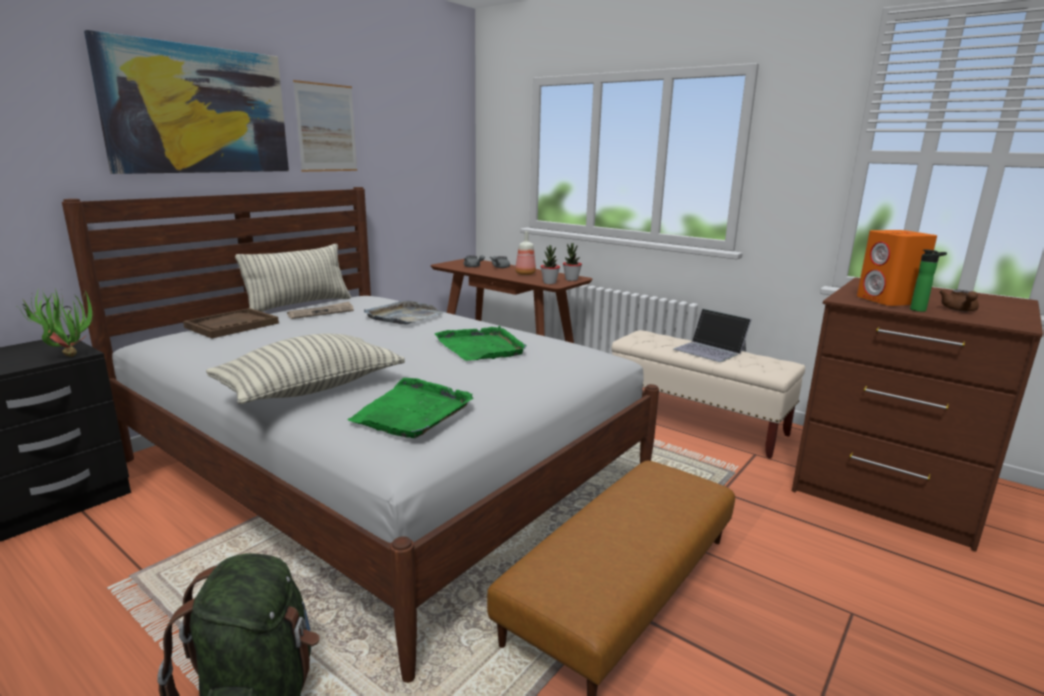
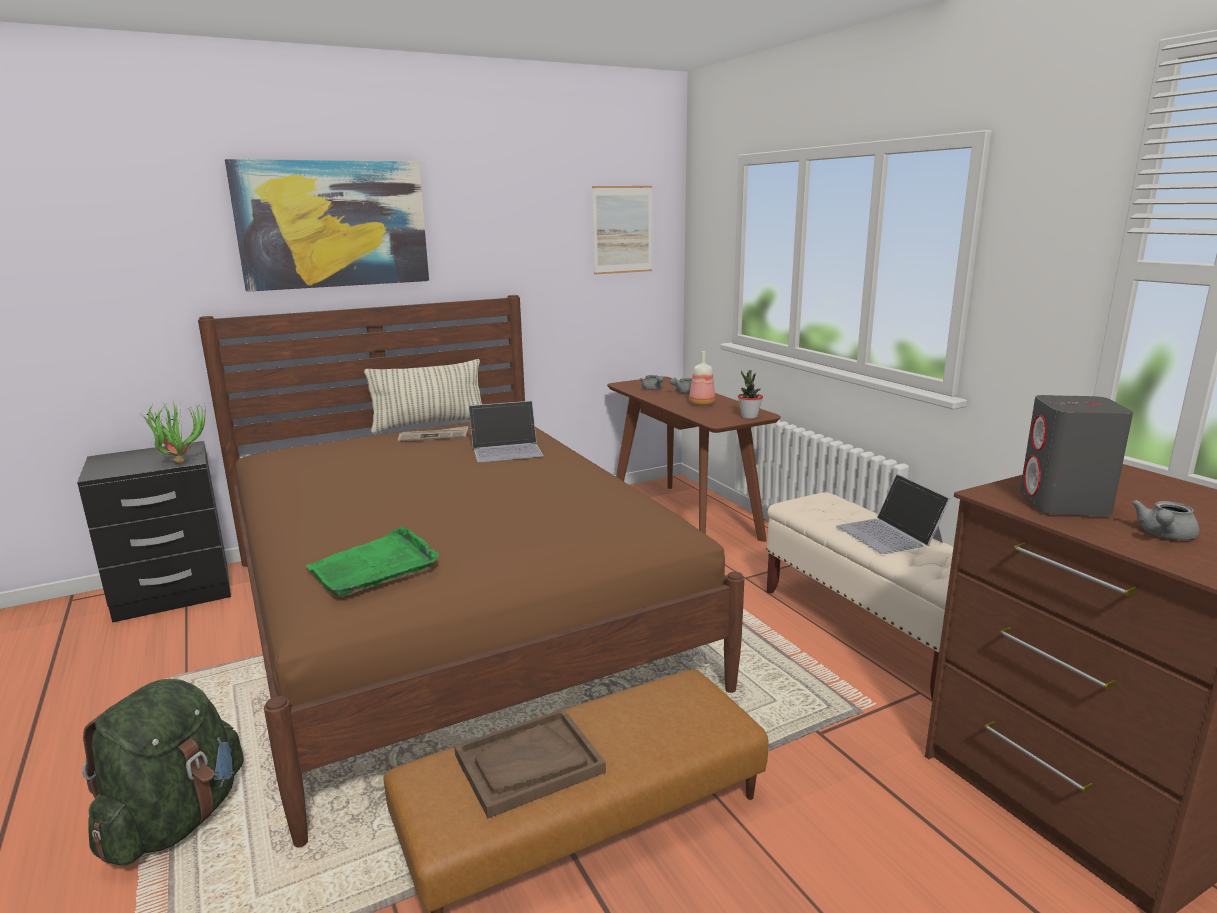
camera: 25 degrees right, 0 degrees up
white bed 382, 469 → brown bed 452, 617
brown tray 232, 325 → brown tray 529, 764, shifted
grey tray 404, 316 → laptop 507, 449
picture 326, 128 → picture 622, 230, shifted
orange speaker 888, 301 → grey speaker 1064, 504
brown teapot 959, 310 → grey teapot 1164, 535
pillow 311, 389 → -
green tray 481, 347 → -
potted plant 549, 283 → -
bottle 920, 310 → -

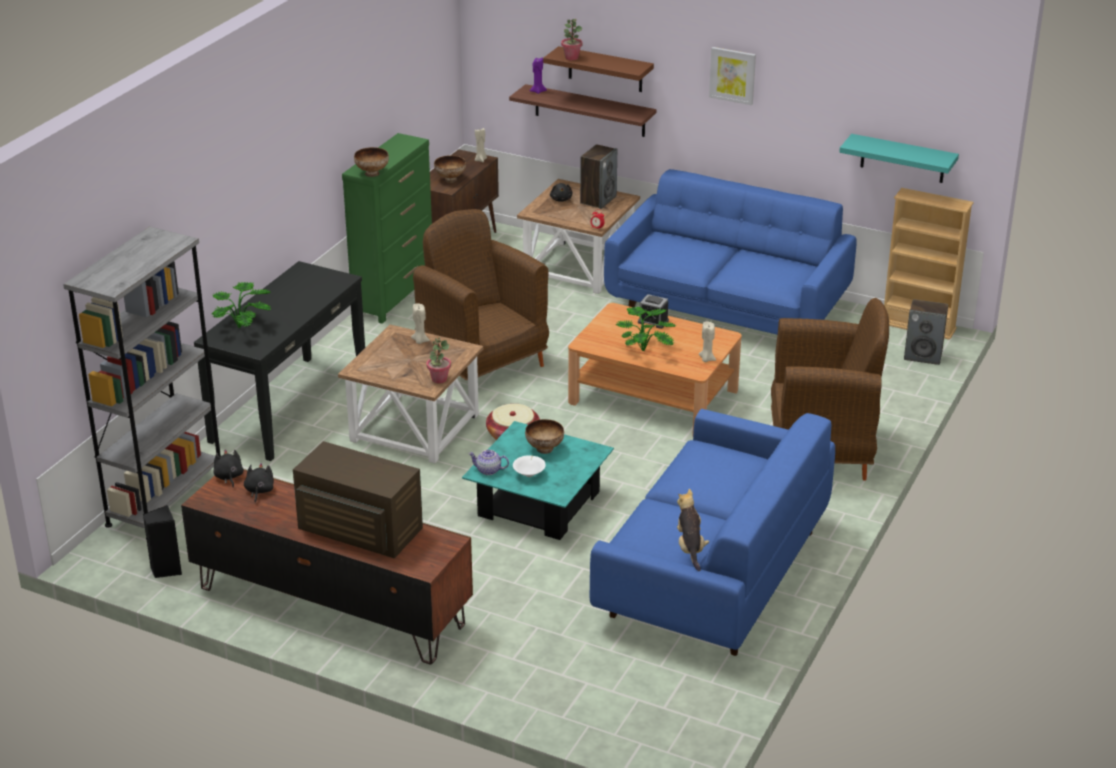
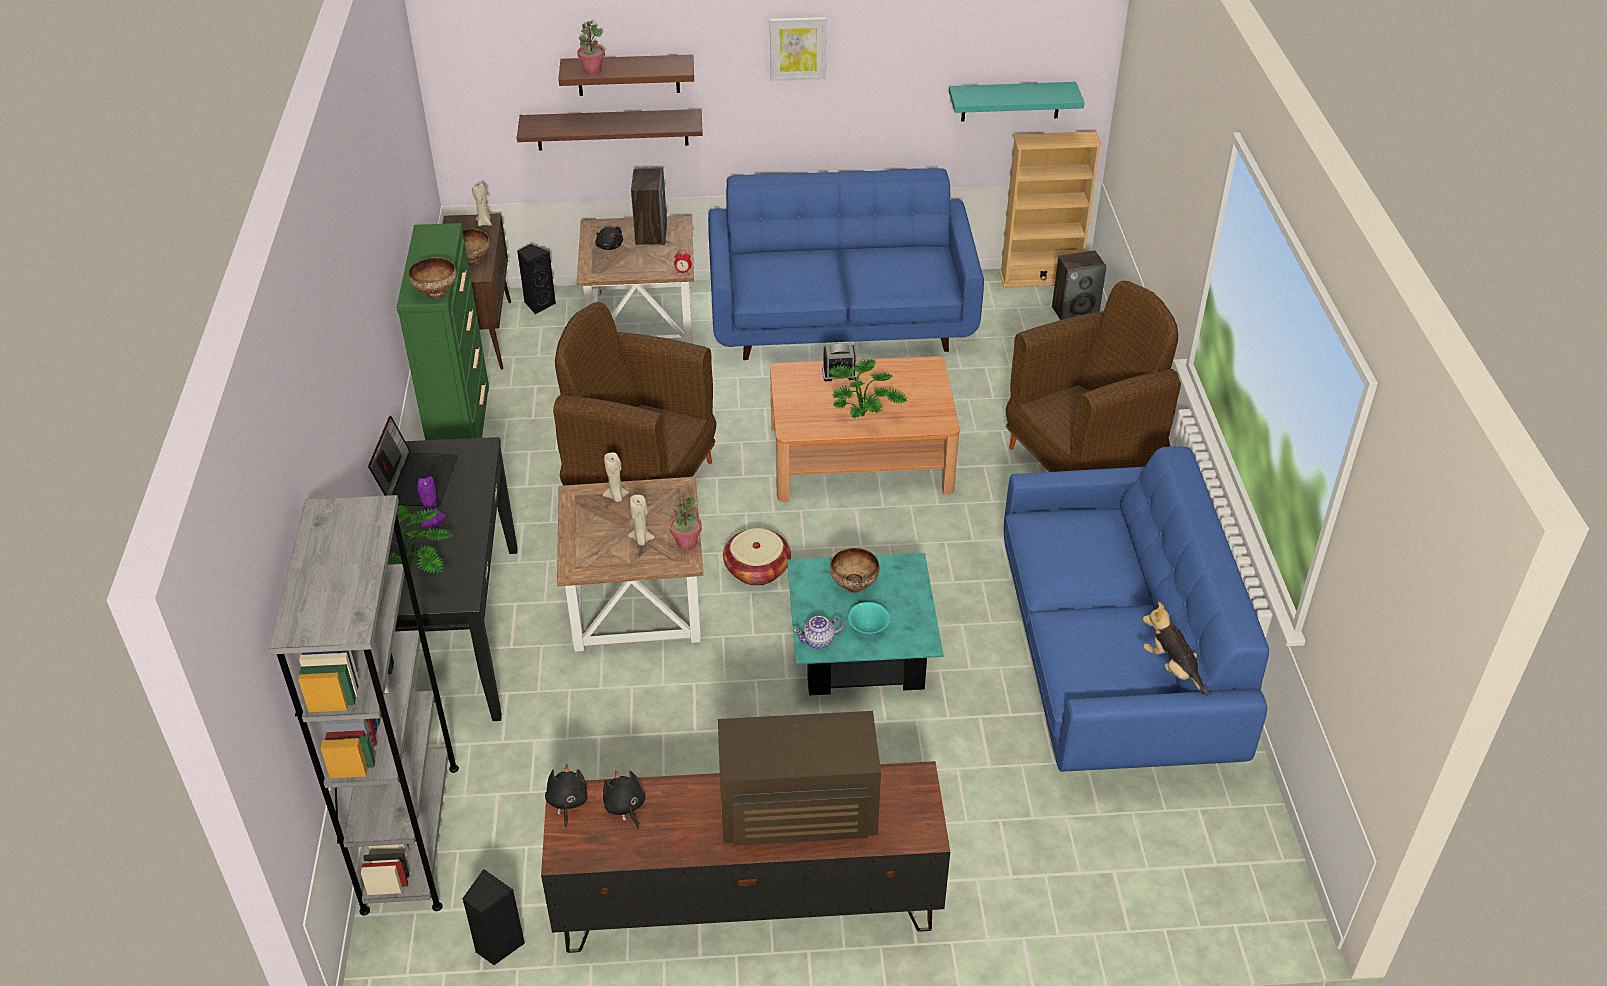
camera: 30 degrees left, 10 degrees up
- → laptop 418, 479
purple candle 537, 91 → purple candle 433, 522, shifted
- → black speaker 539, 304
black plush toy 229, 477 → black plush toy 567, 802, 45 degrees clockwise
beige candle 706, 359 → beige candle 641, 539, shifted
white bowl 529, 474 → turquoise bowl 868, 627

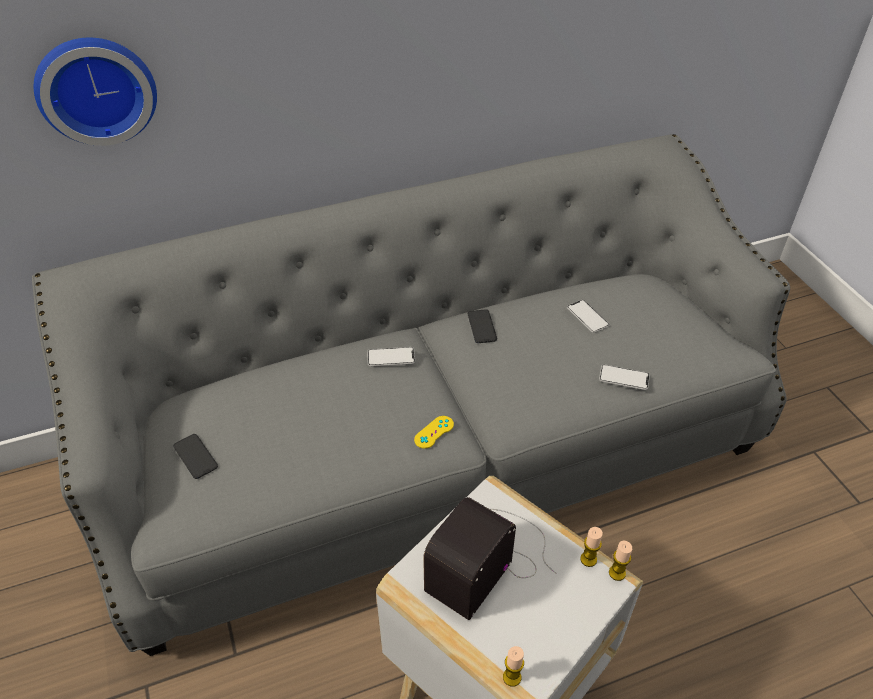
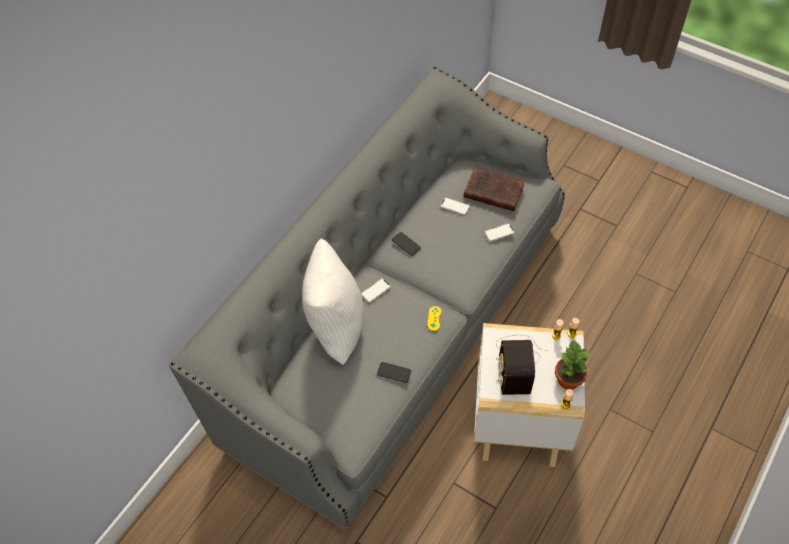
camera: 35 degrees left, 10 degrees up
- → white pillow 334, 328
phone 195, 456 → phone 394, 372, shifted
- → brown book 492, 191
- → potted plant 568, 379
wall clock 96, 88 → -

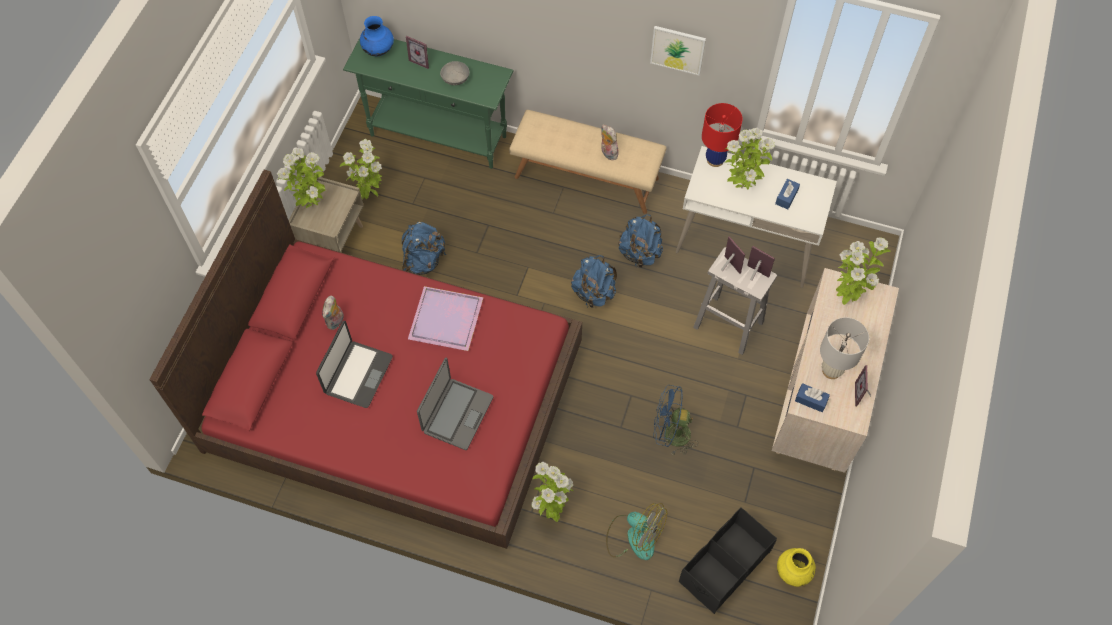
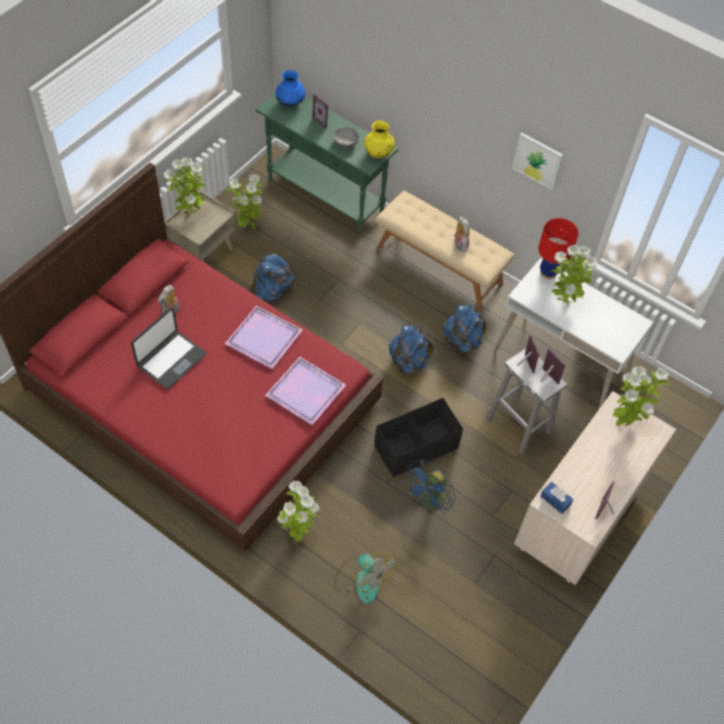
camera: 15 degrees right, 5 degrees down
- → purple tray 305, 390
yellow vase 793, 572 → yellow vase 378, 154, shifted
black storage box 723, 567 → black storage box 415, 447, shifted
blue fan 670, 434 → blue fan 429, 502, 75 degrees counterclockwise
laptop 457, 414 → -
blue tissue box 786, 197 → -
white table lamp 831, 370 → -

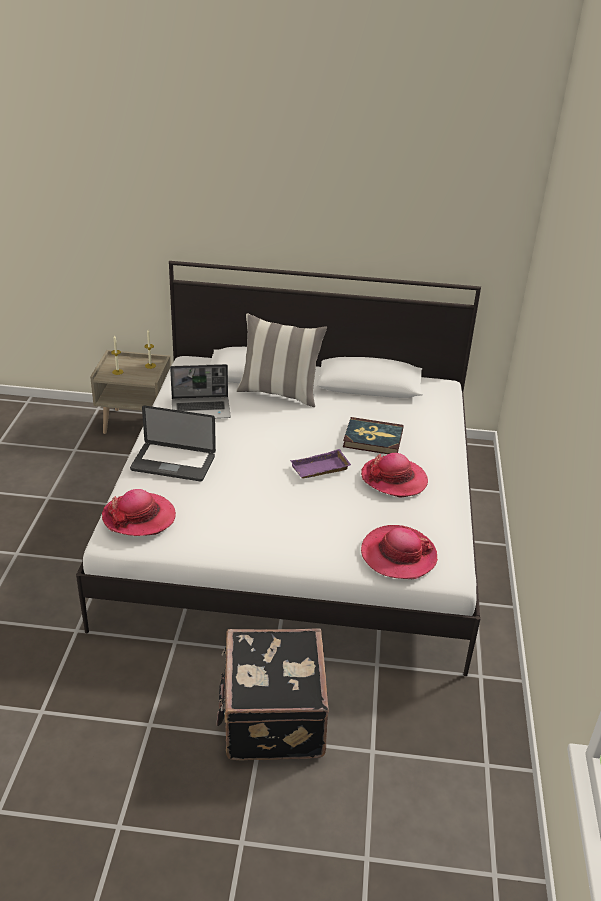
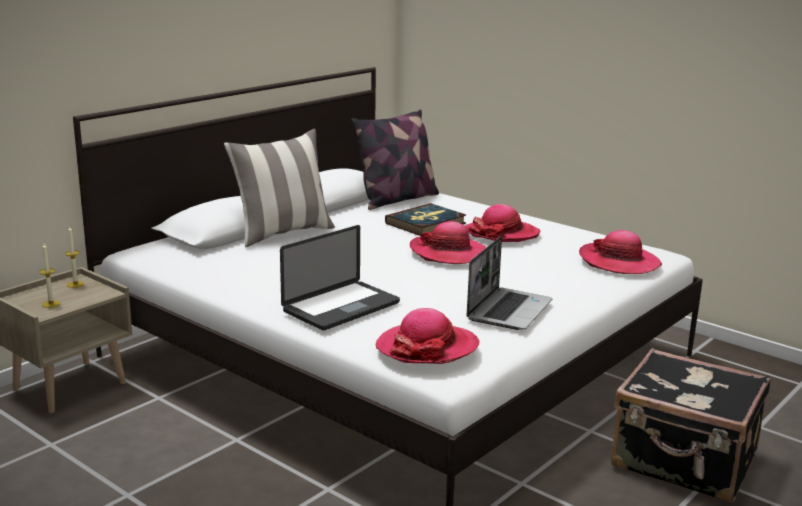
camera: 55 degrees left, 15 degrees down
- → pillow 397, 199
purple tray 320, 469 → hat 448, 253
laptop 201, 409 → laptop 508, 310, shifted

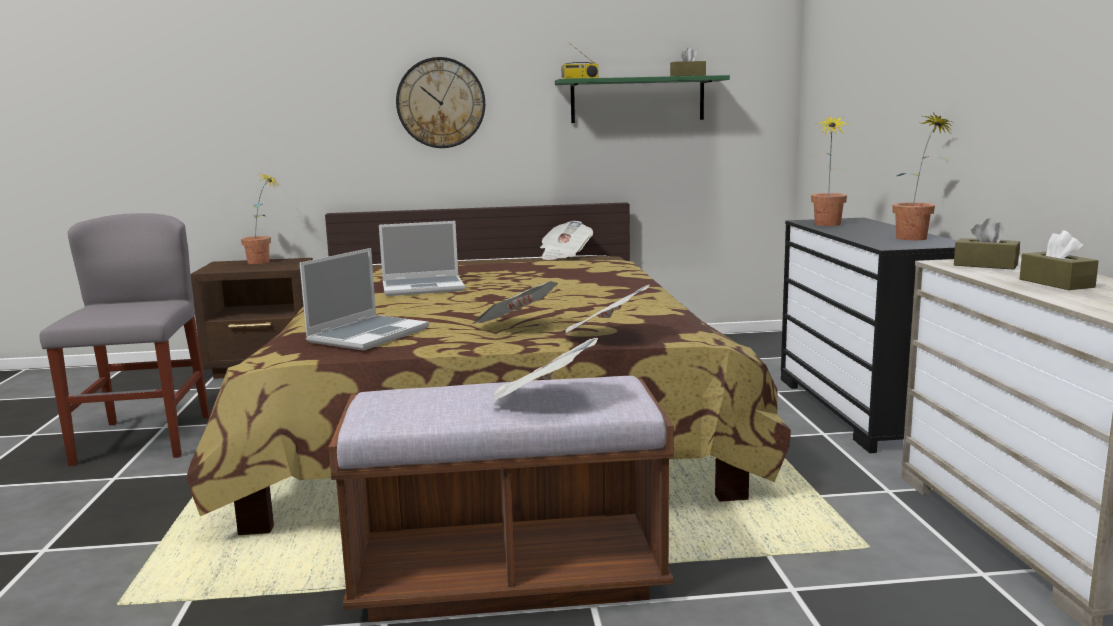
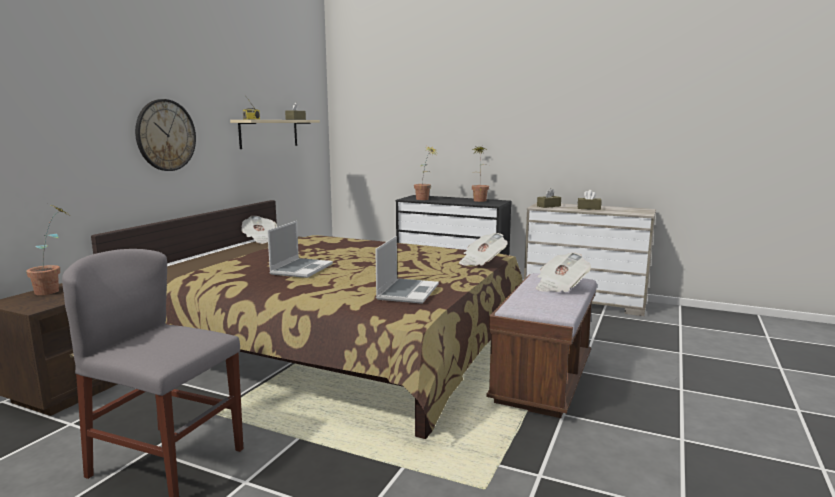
camera: 60 degrees left, 0 degrees up
green shelf 637, 100 → beige shelf 269, 133
laptop 368, 335 → laptop 407, 292, 45 degrees clockwise
newspaper 515, 326 → -

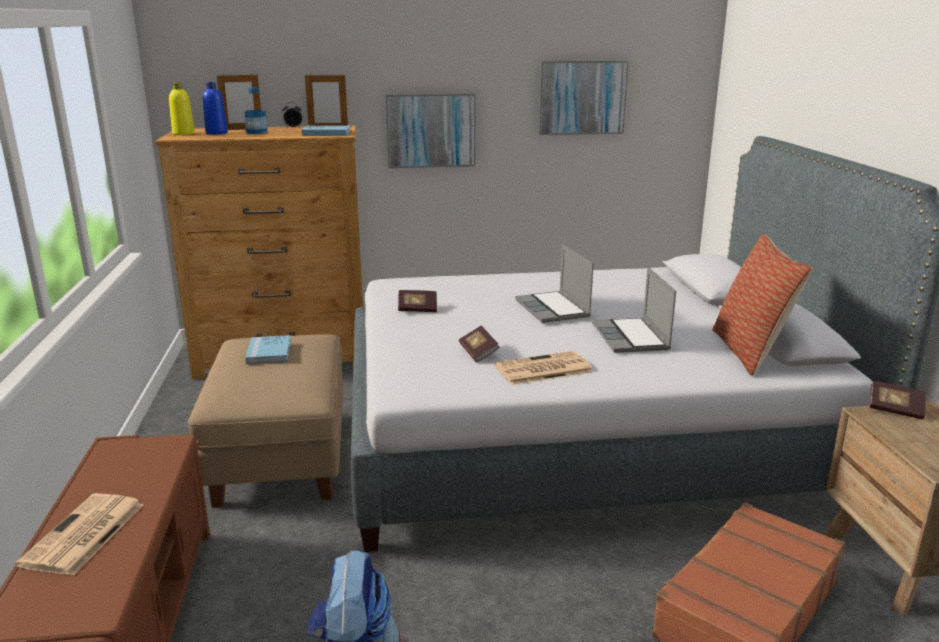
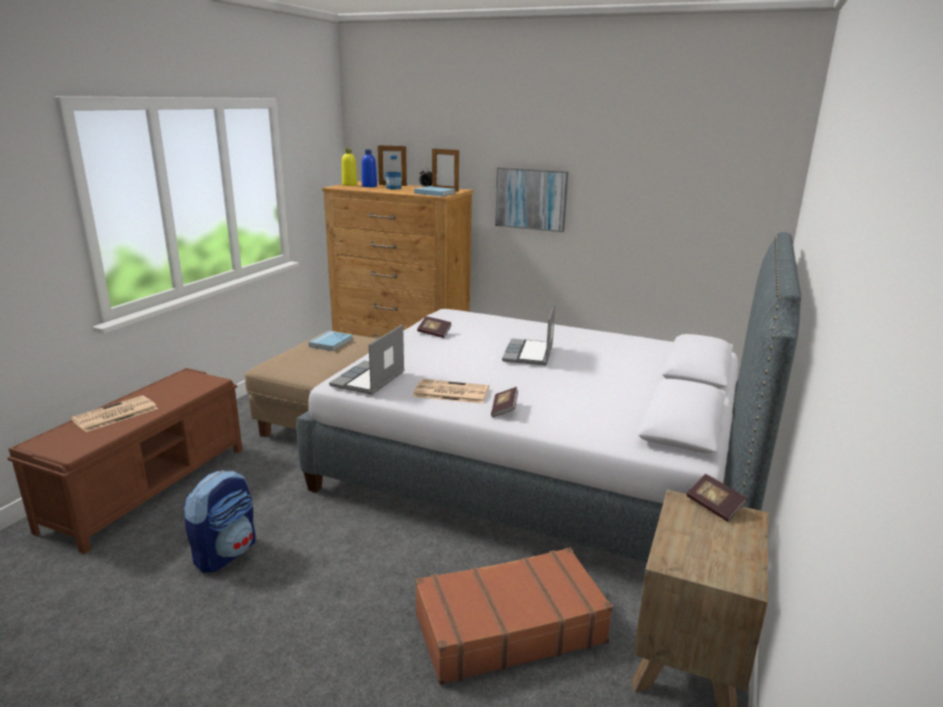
camera: 30 degrees right, 0 degrees up
laptop 631, 338 → laptop 368, 380, shifted
book 478, 353 → book 504, 410, shifted
picture 582, 97 → -
pillow 750, 351 → -

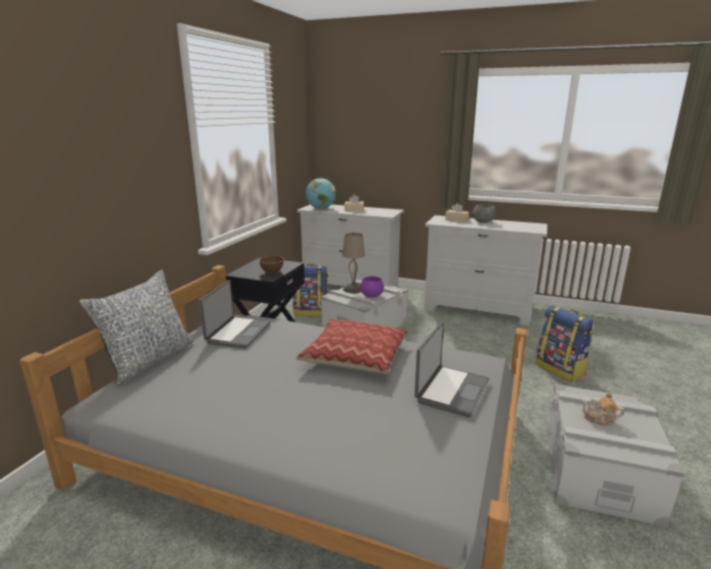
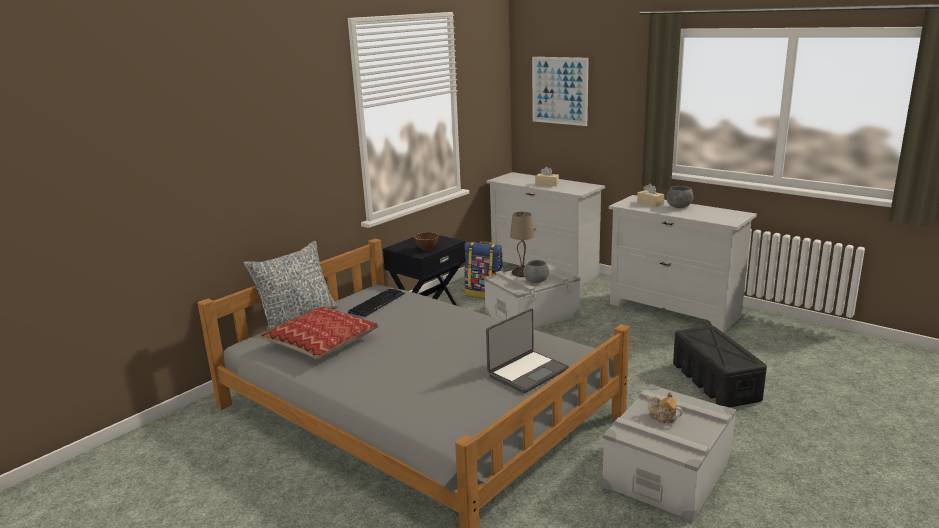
camera: 20 degrees right, 0 degrees up
pillow 355, 356 → pillow 321, 342, shifted
laptop 237, 333 → keyboard 377, 303
purple bowl 372, 296 → grey bowl 536, 281
- → picture 559, 90
backpack 560, 370 → black storage box 715, 382
globe 320, 209 → -

